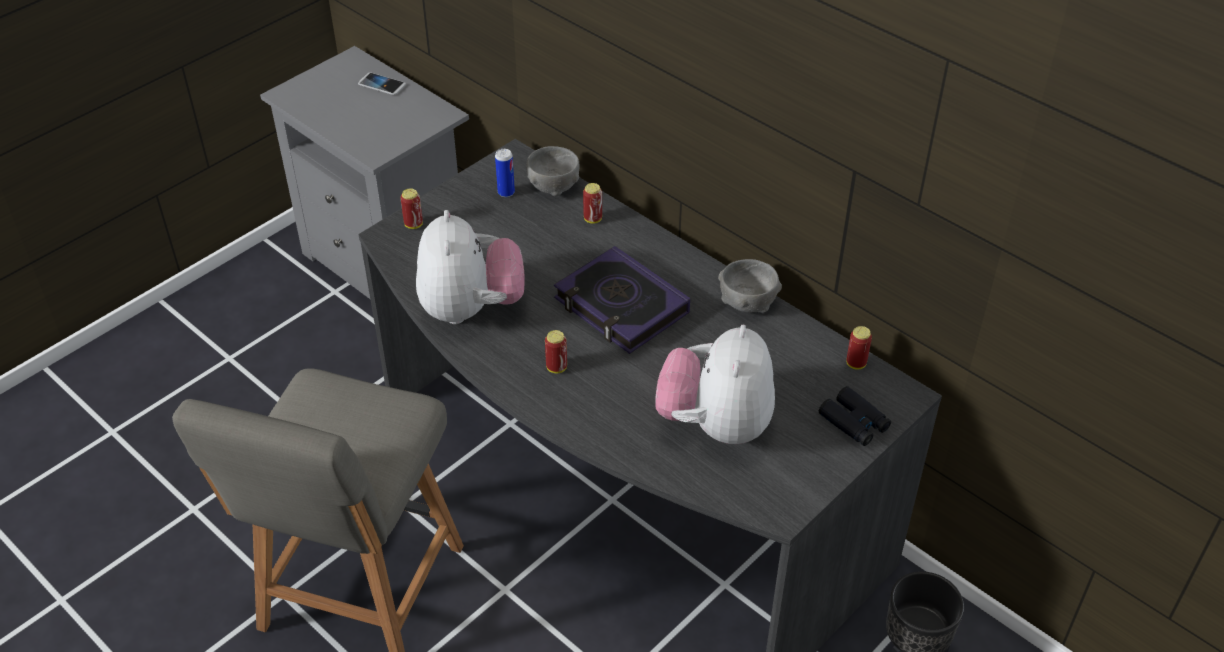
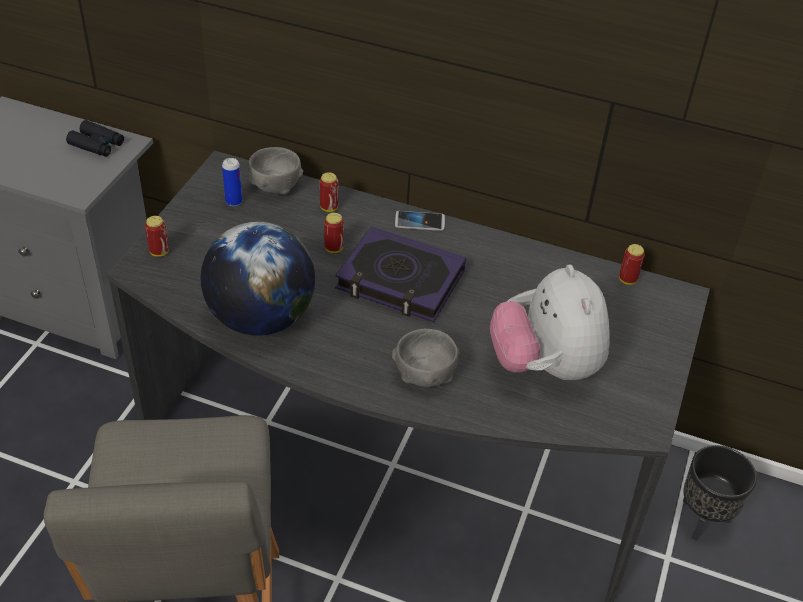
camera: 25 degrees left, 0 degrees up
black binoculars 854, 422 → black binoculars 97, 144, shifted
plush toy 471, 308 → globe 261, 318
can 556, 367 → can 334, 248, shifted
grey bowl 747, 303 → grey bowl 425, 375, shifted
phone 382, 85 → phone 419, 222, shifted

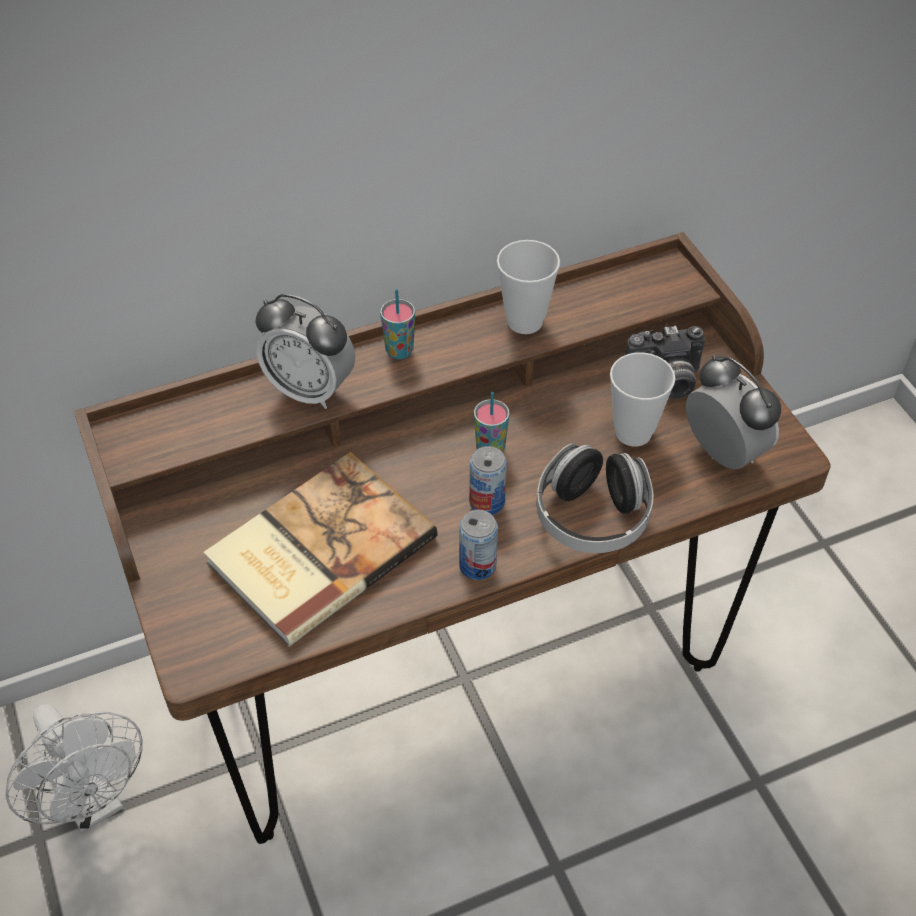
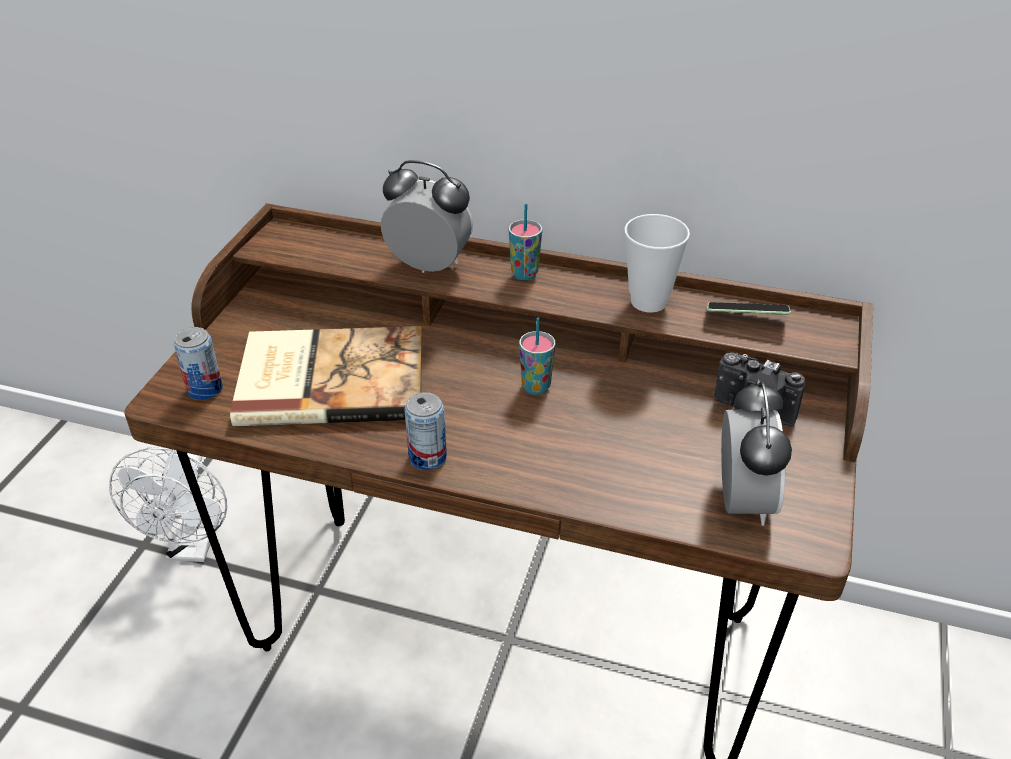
camera: 40 degrees right, 10 degrees down
can 487, 502 → can 205, 389, shifted
alarm clock 310, 390 → alarm clock 429, 266, 135 degrees clockwise
- → phone 746, 318
headphones 592, 517 → -
cup 633, 432 → -

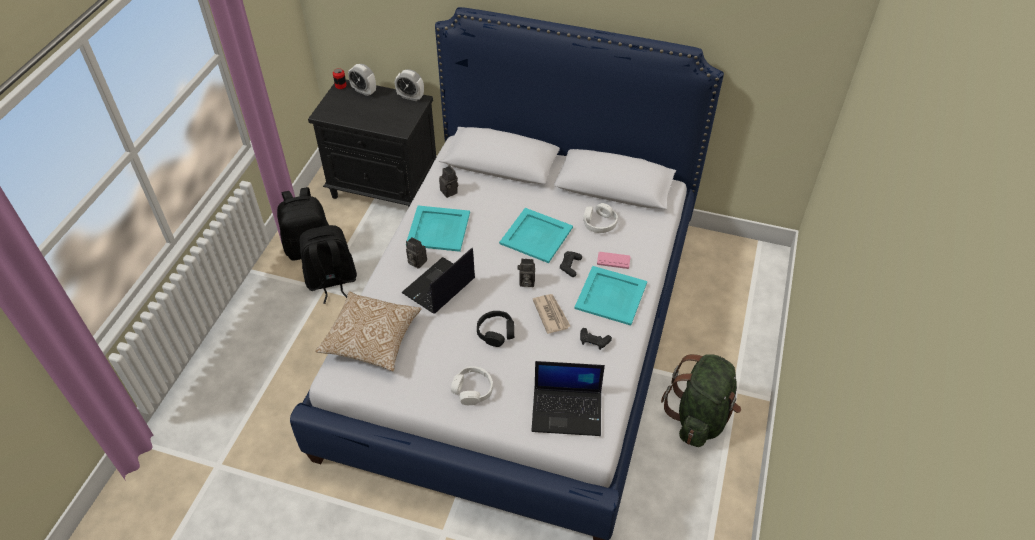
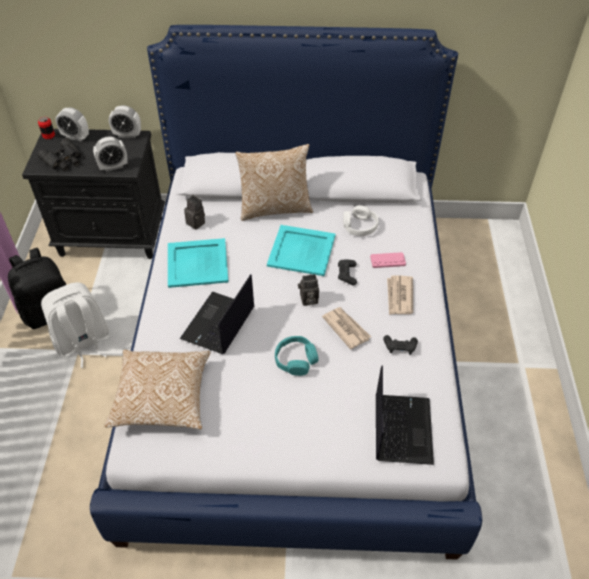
camera: 15 degrees left, 0 degrees up
- → black binoculars 64, 160
black backpack 331, 281 → white backpack 83, 343
- → alarm clock 113, 167
- → pillow 275, 208
black headphones 496, 332 → turquoise headphones 296, 360
laptop 568, 411 → laptop 401, 428, 75 degrees counterclockwise
turquoise tray 611, 296 → newspaper 399, 297
photo camera 416, 262 → -
white headphones 472, 389 → -
green backpack 700, 417 → -

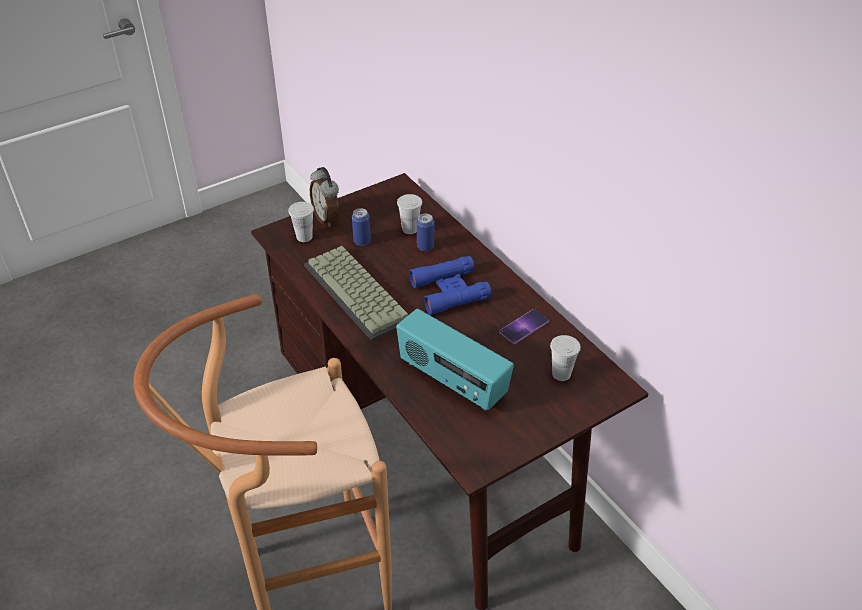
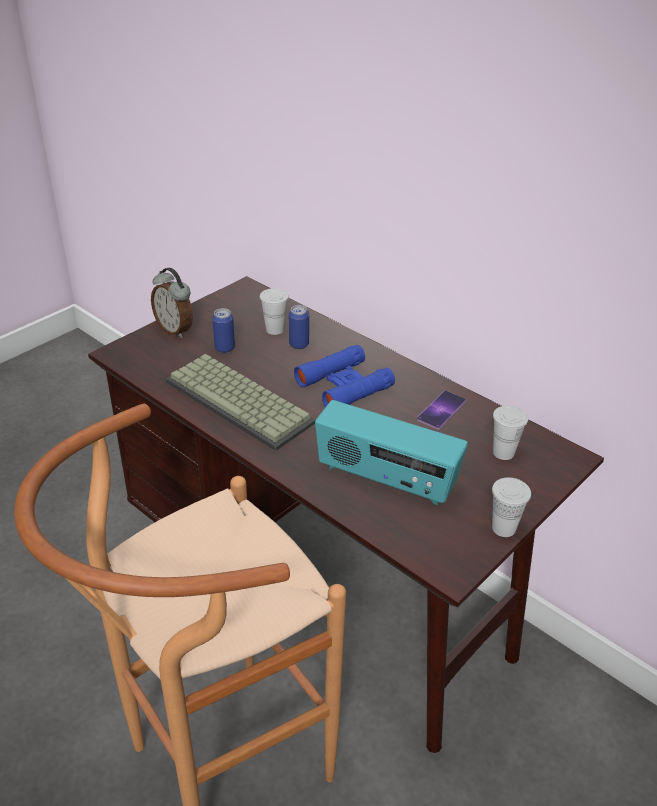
camera: 15 degrees left, 5 degrees down
white cup 304, 237 → white cup 503, 528, shifted

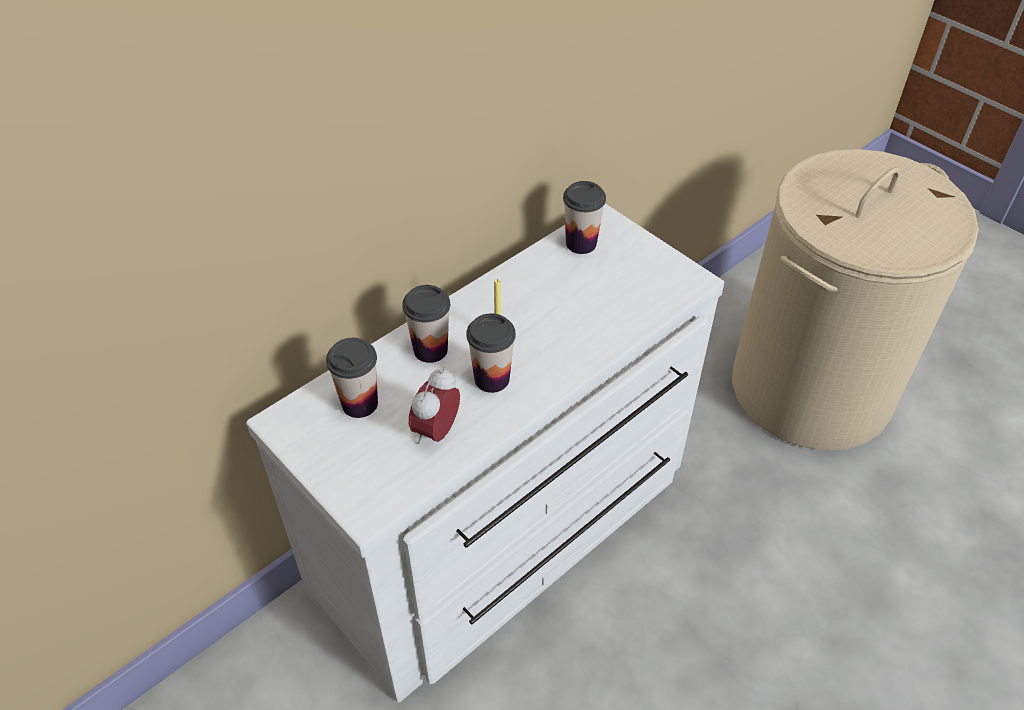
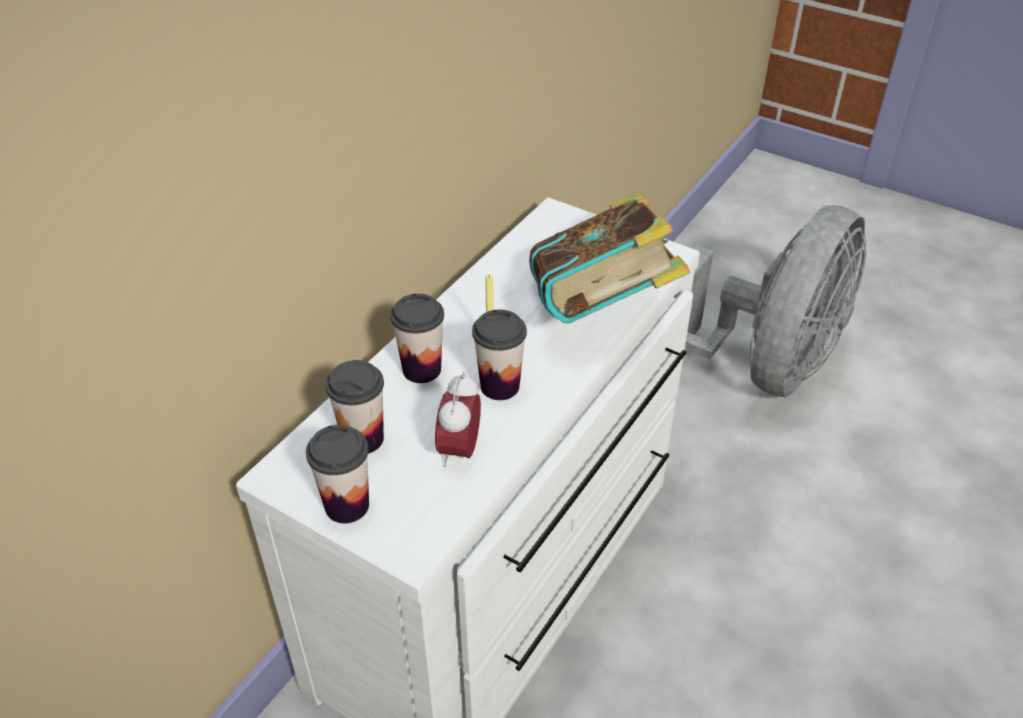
camera: 15 degrees left, 5 degrees down
cup 581, 243 → cup 347, 505, shifted
- → book 601, 311
beige laundry basket 810, 388 → grey fan 763, 368

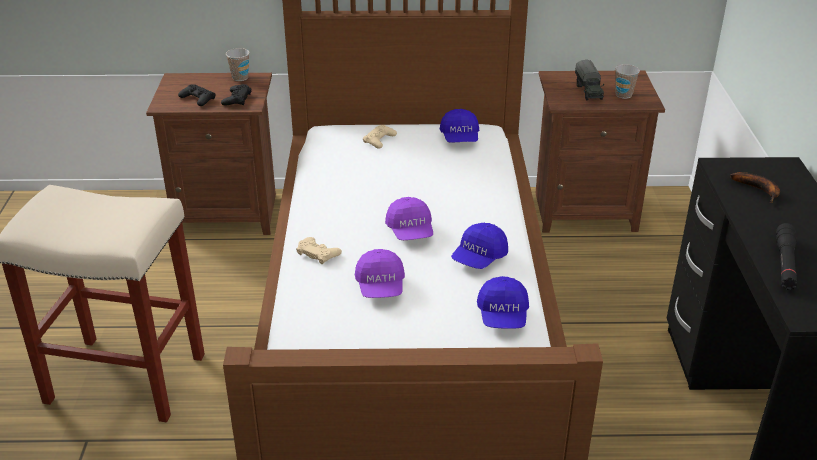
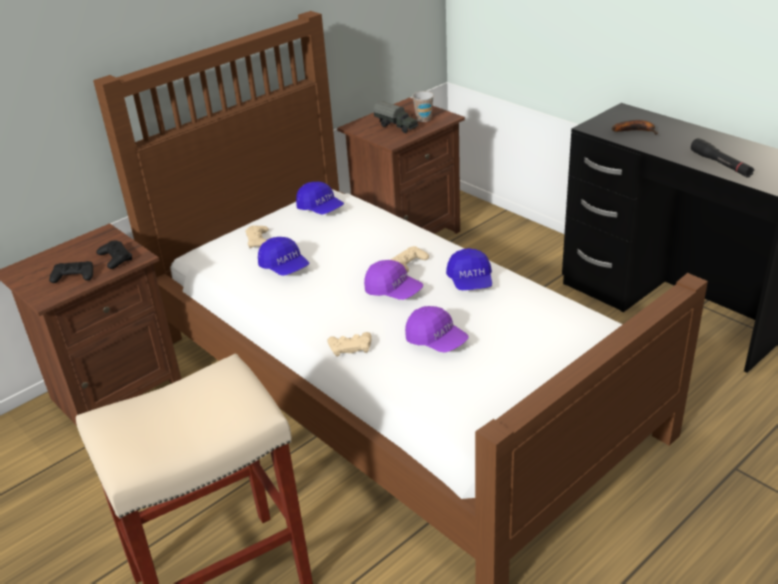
camera: 40 degrees left, 0 degrees up
blue cap 503, 316 → blue cap 284, 267, shifted
- → beige game controller 408, 263
cup 240, 78 → -

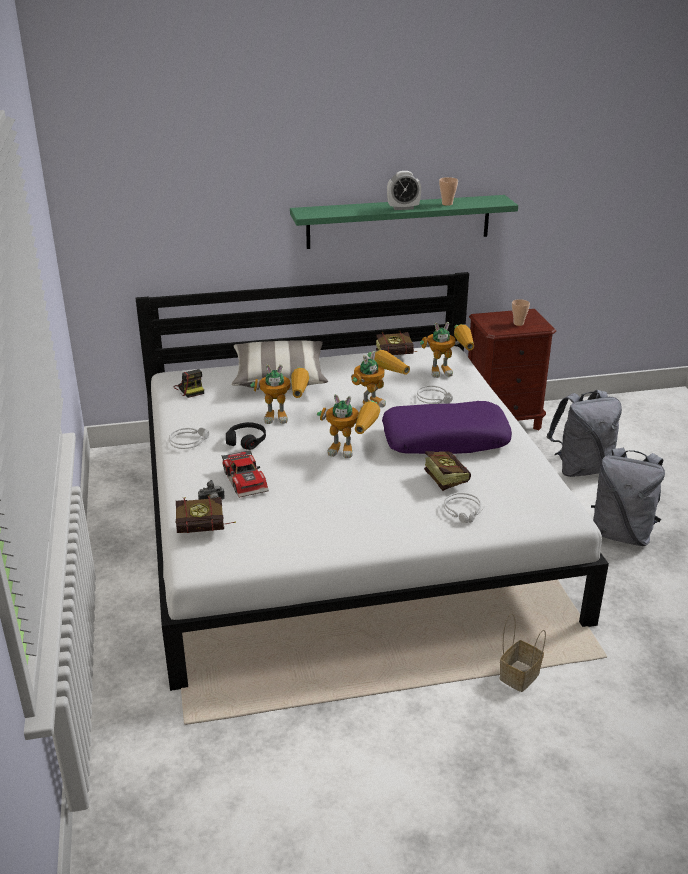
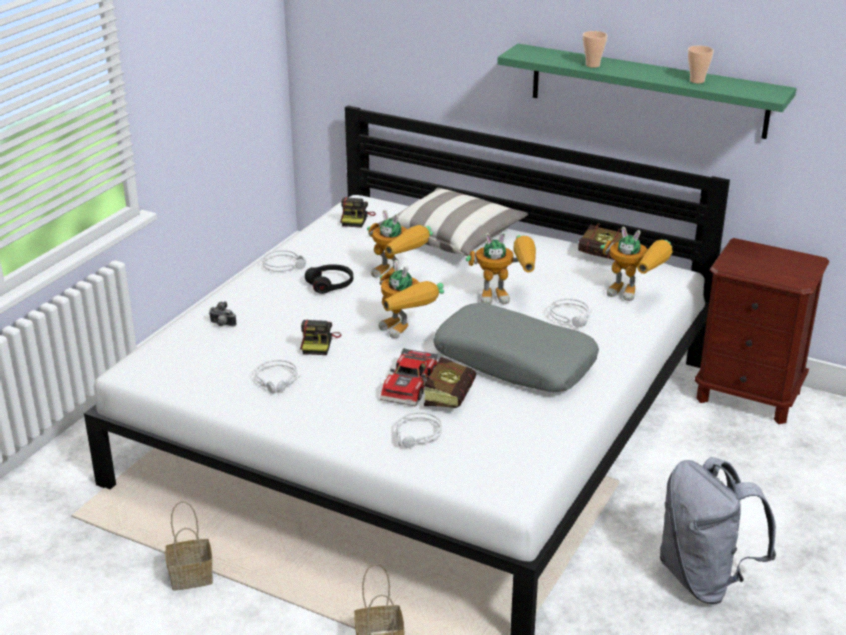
camera: 40 degrees right, 0 degrees up
- → basket 190, 577
- → grey headphones 278, 381
- → photo camera 319, 343
toy car 247, 480 → toy car 411, 386, shifted
purple pillow 445, 439 → grey pillow 515, 361
cup 518, 323 → cup 592, 65, shifted
book 207, 530 → -
alarm clock 403, 208 → -
grey backpack 581, 469 → -

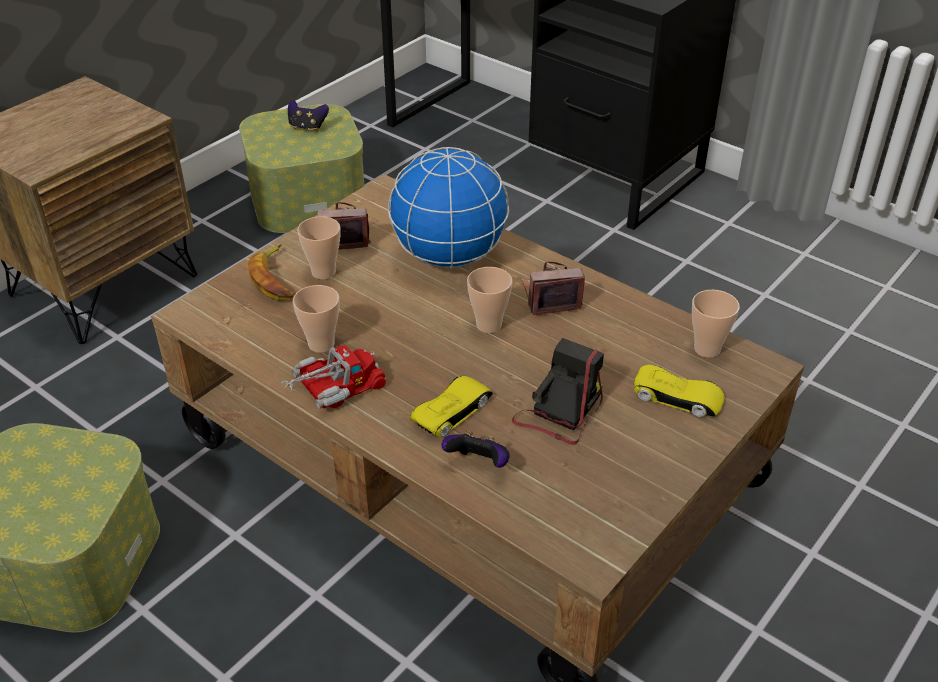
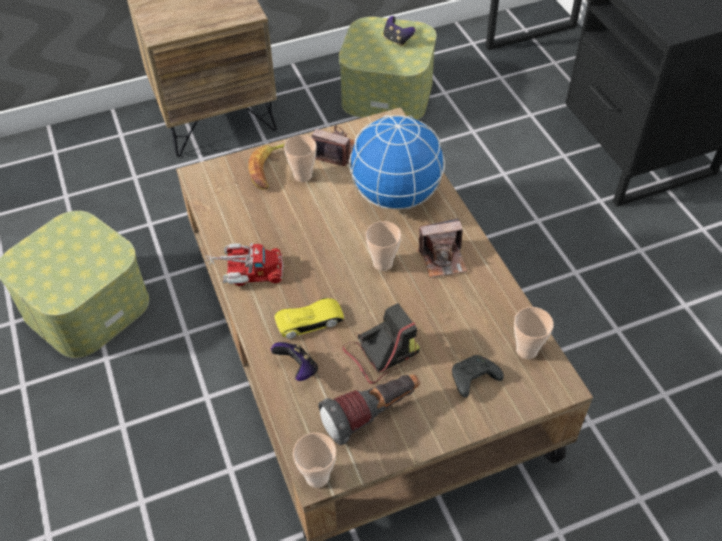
camera: 30 degrees right, 10 degrees up
cup 321, 344 → cup 317, 476, shifted
- → flashlight 372, 414
photo camera 550, 298 → photo camera 443, 259, 150 degrees clockwise
yellow toy car 678, 397 → black game controller 473, 380

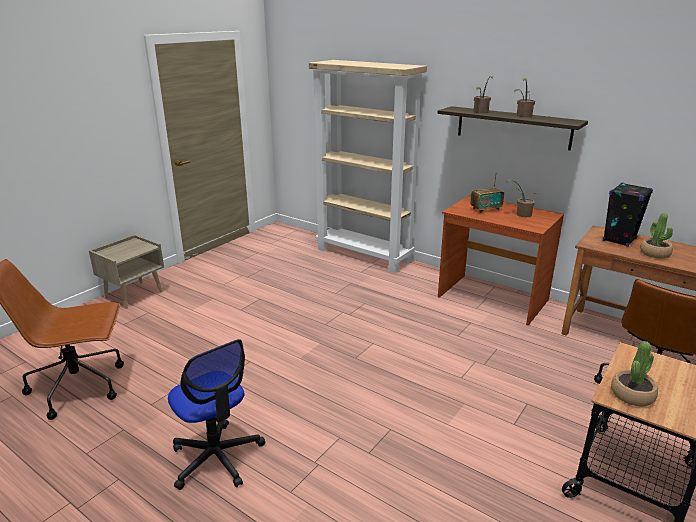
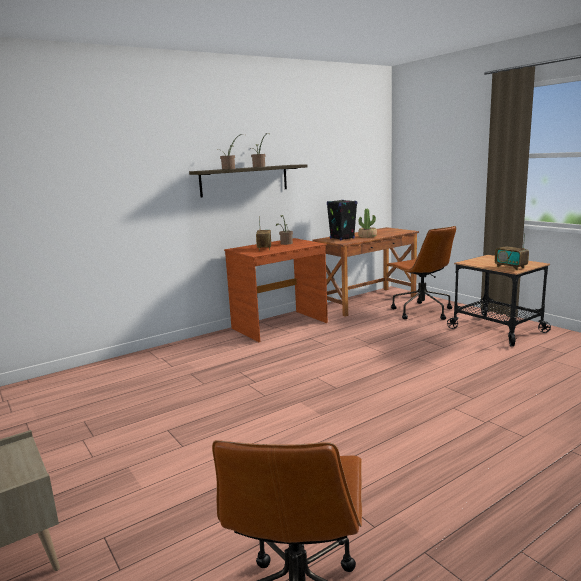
camera: 70 degrees left, 10 degrees down
potted plant 632, 395 → radio 510, 267
office chair 217, 457 → -
beige bookcase 364, 255 → -

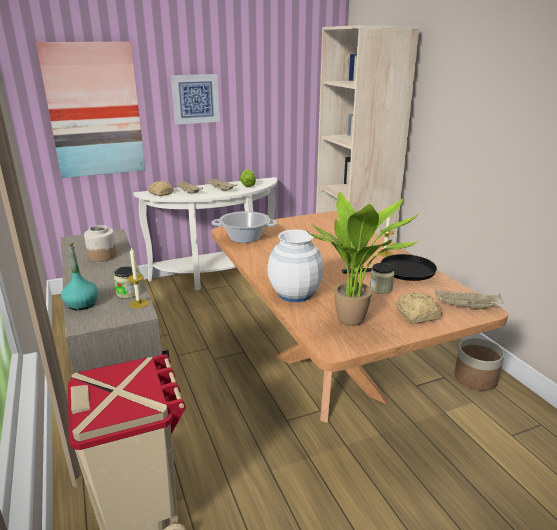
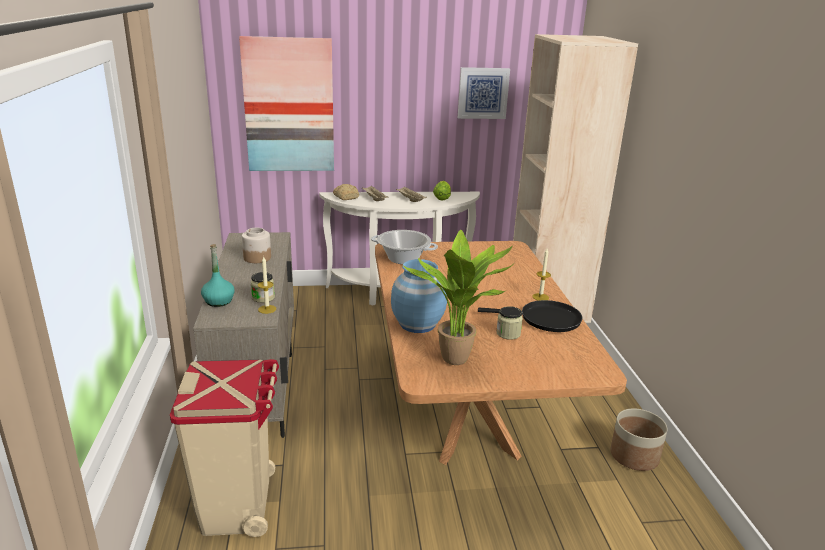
camera: 15 degrees right, 0 degrees up
white vase 295, 293 → blue vase 418, 324
picture 195, 99 → picture 483, 93, shifted
bread 417, 315 → -
beige tray 466, 307 → -

